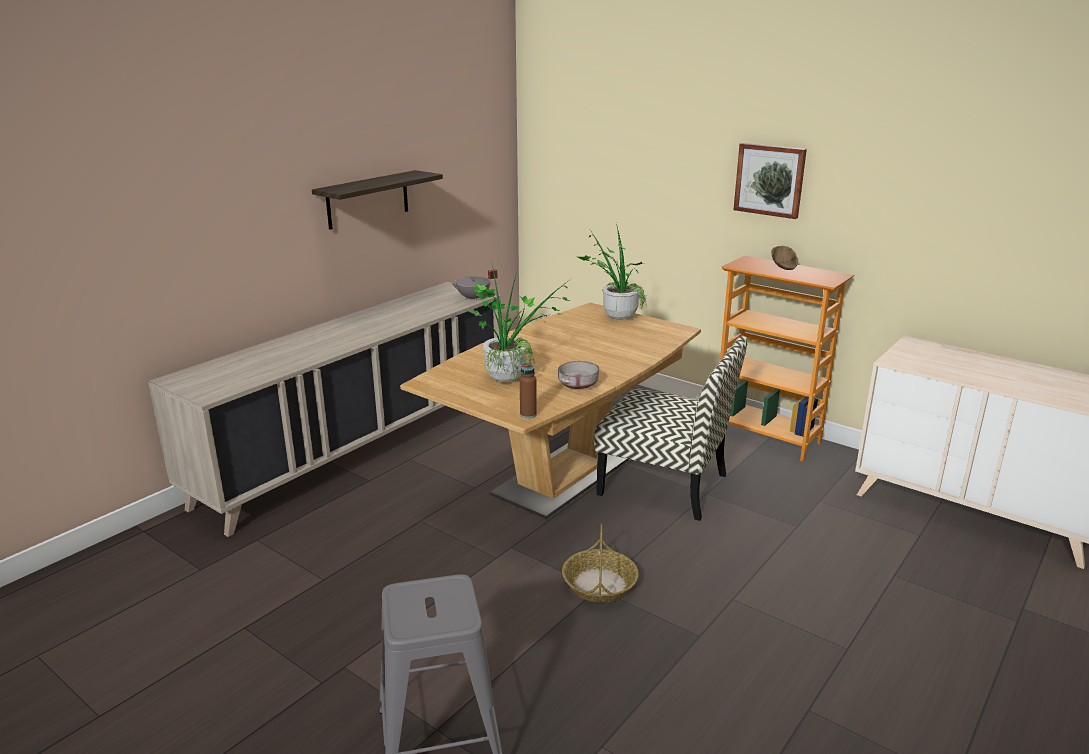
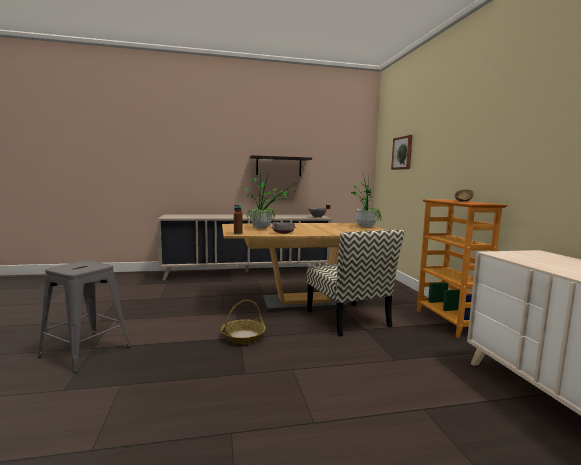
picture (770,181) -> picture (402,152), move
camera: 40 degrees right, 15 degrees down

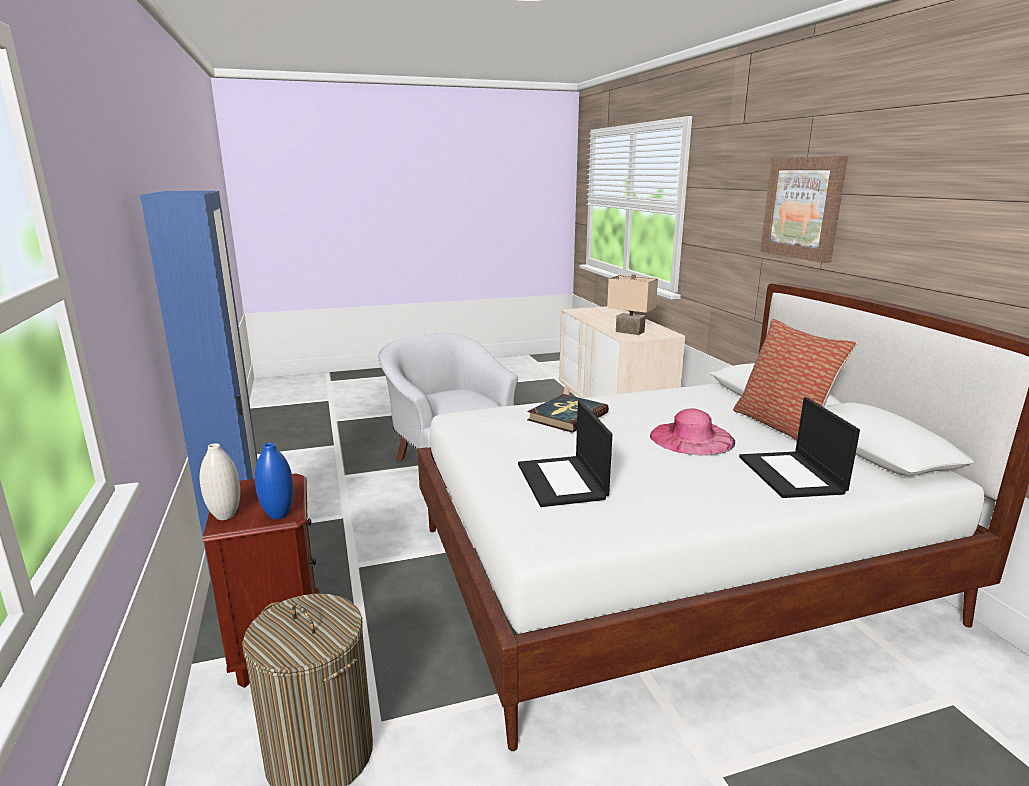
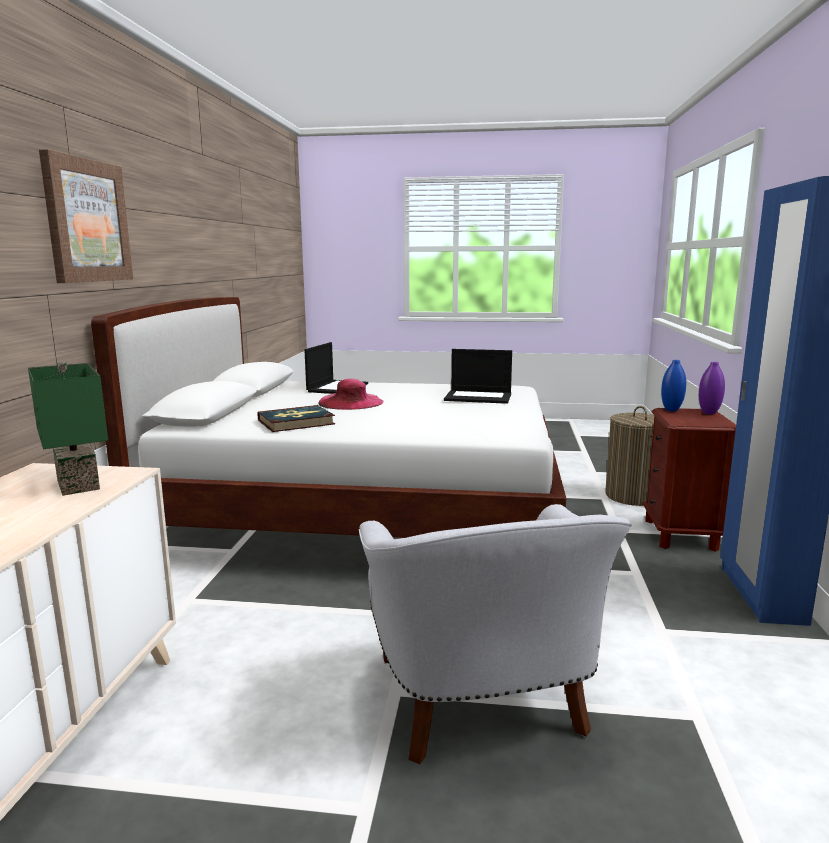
beige-coloured lamp for a table (632,304) -> green lamp for a table (68,429)
pillow (795,379) -> none
volume (568,413) -> volume (296,418), move
notebook computer (565,454) -> notebook computer (478,376), 90 degrees clockwise
white decorative vase (220,481) -> purple-coloured decorative vase (712,388)
camera: 155 degrees left, 5 degrees down

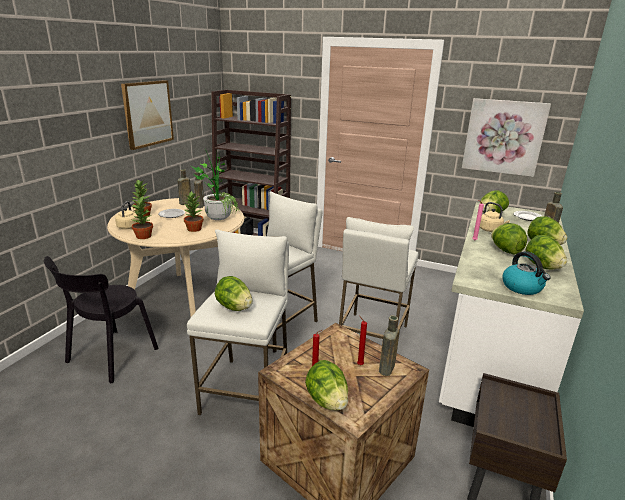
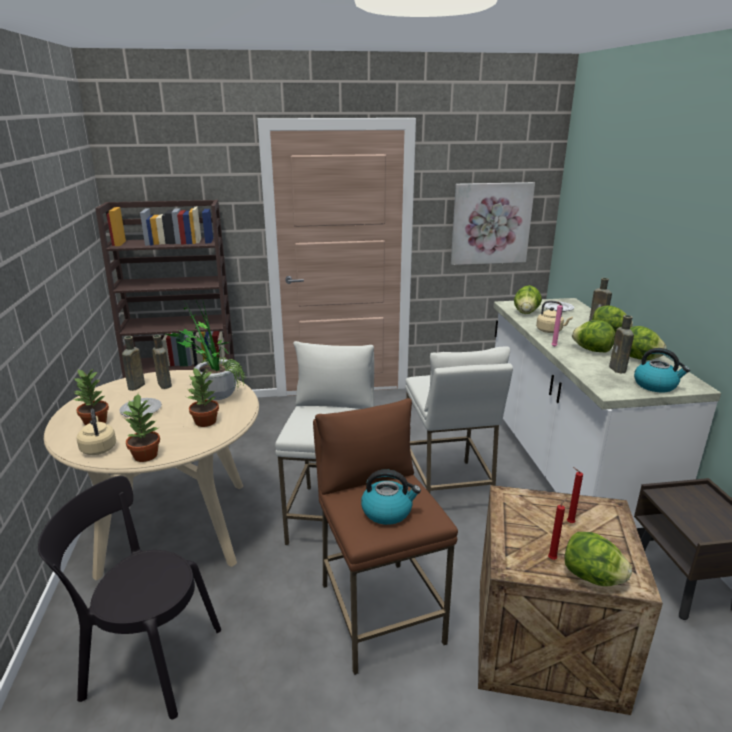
picture (147,115) -> none
white stool (238,322) -> brownish stool (385,536)
black plain chair (101,319) -> black plain chair (129,597), 105 degrees clockwise
lettuce head (234,293) -> tea kettle (391,497)
brownish drink bottle (389,345) -> brownish drink bottle (621,344), move
camera: 30 degrees left, 0 degrees up

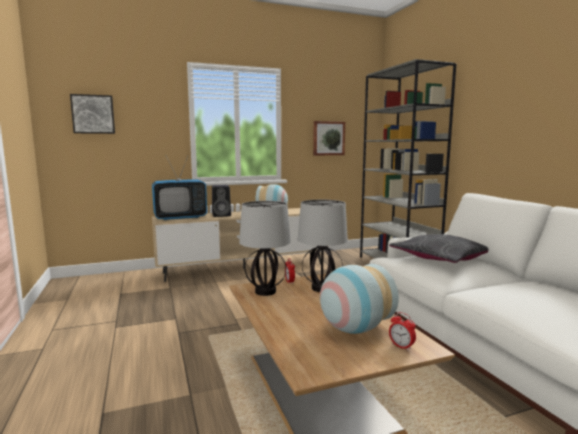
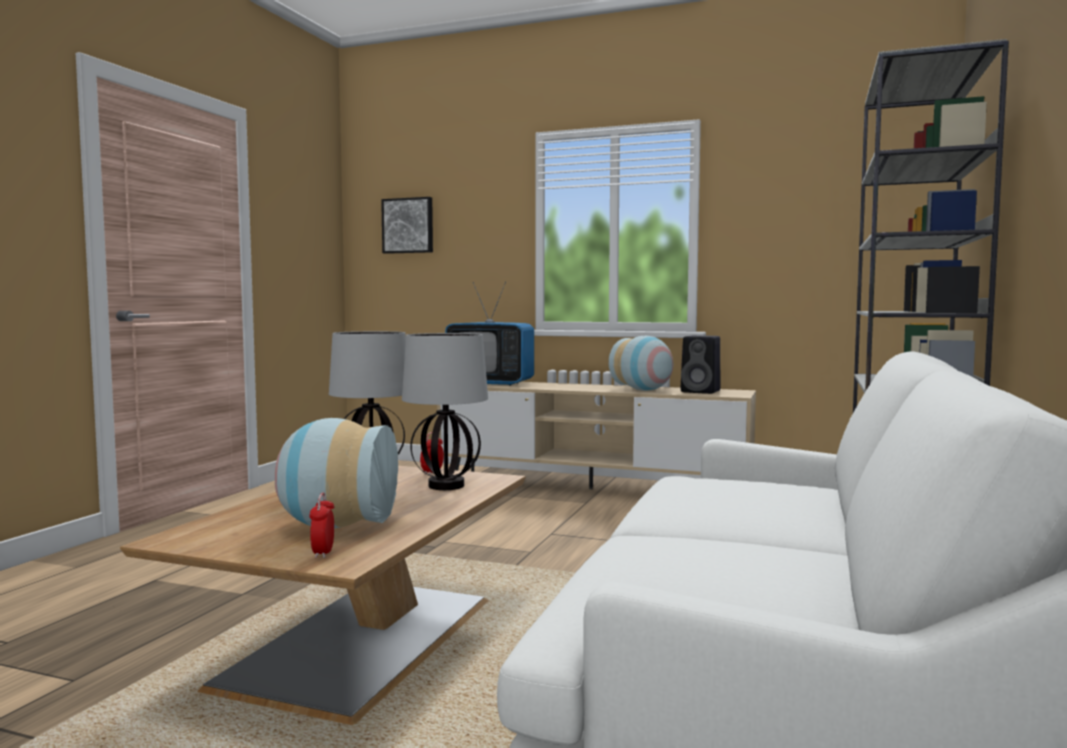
picture (329,138) -> none
black loudspeaker (221,201) -> black loudspeaker (700,364), move
greyish pillow (438,248) -> none
camera: 40 degrees right, 5 degrees down

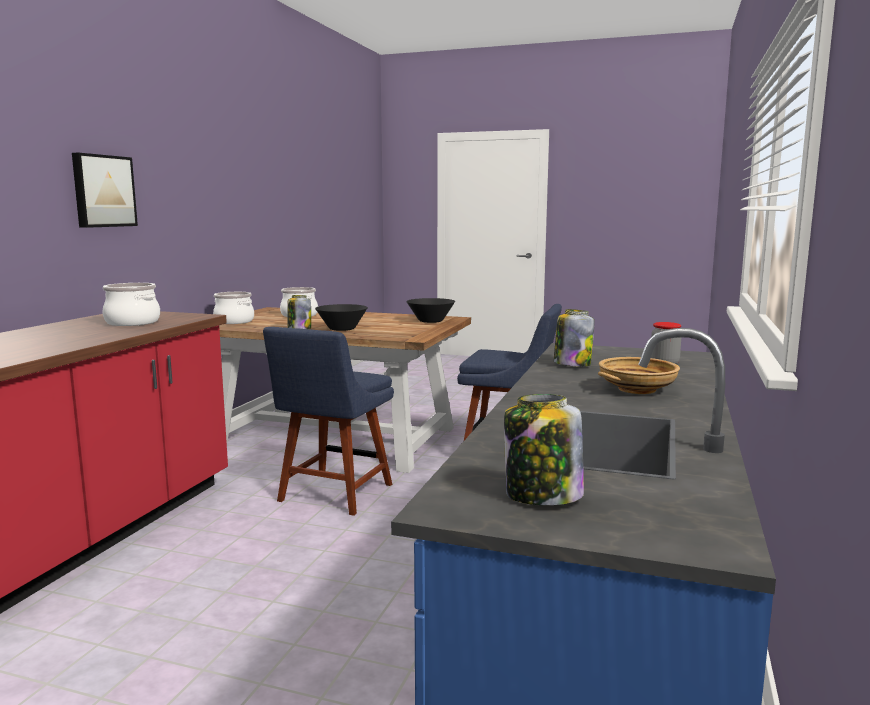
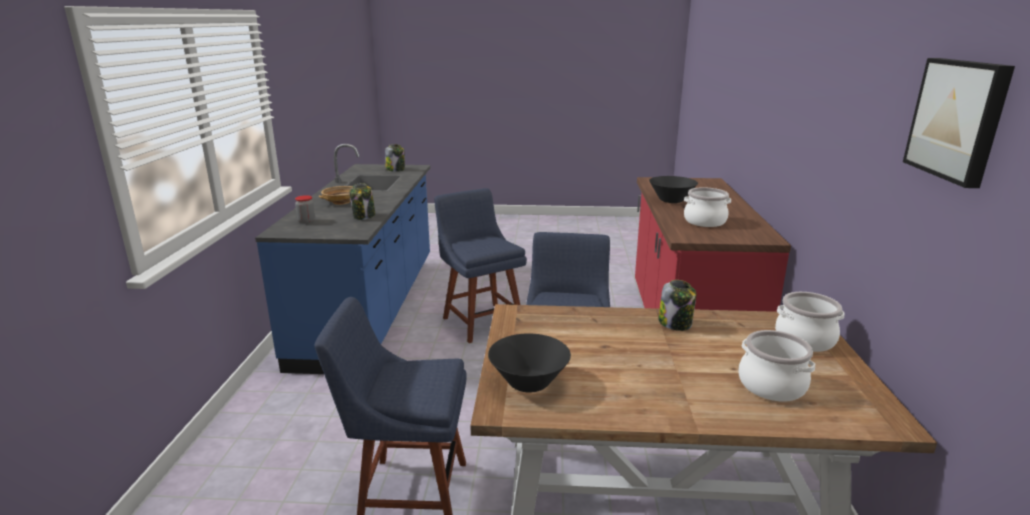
picture (105,190) -> picture (959,123), move
black bowl (341,317) -> black bowl (673,189), move
none -> blue-coloured plain chair (480,265)
camera: 165 degrees right, 10 degrees up

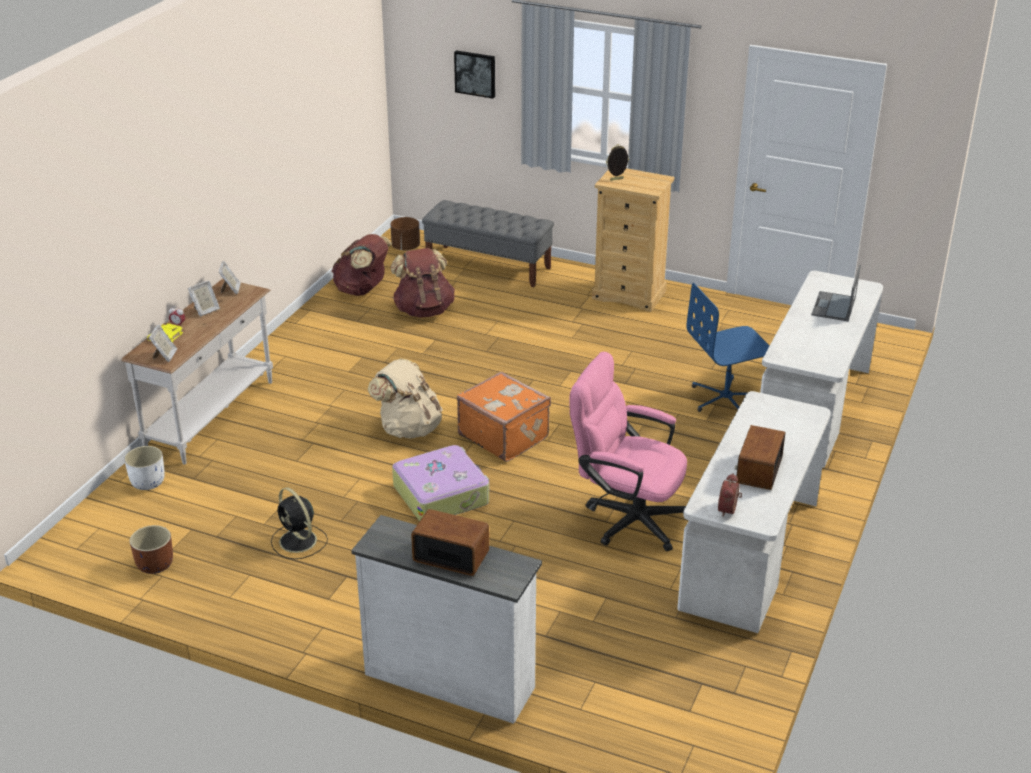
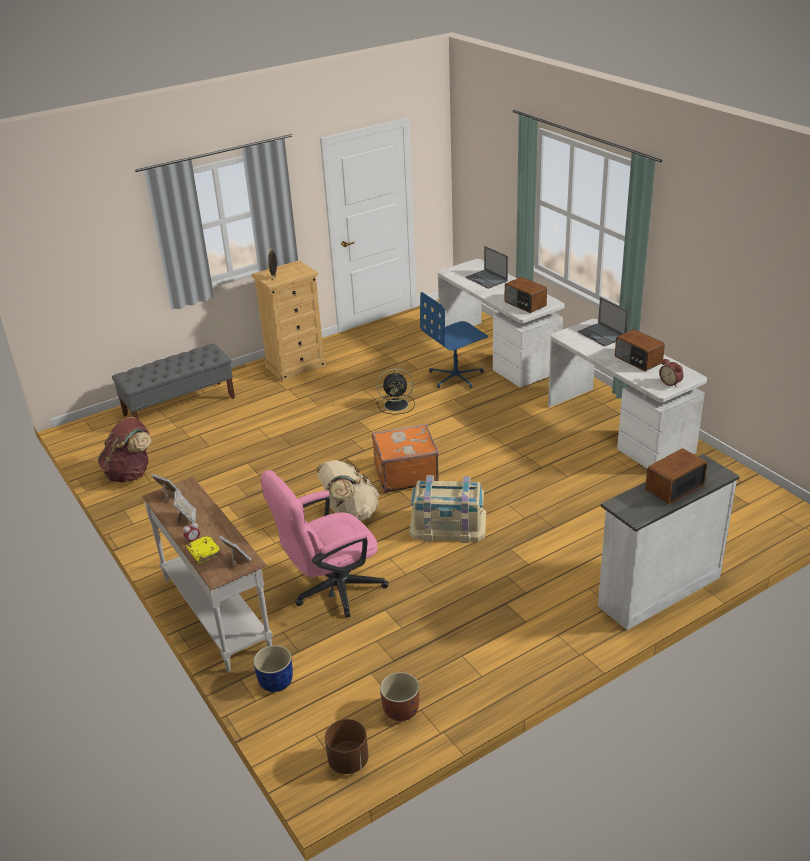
picture (474,74) -> none
brownish planter (405,234) -> brownish planter (346,746), move
brownish knapsack (423,283) -> none
blue-coloured computer chair (727,347) -> blue-coloured computer chair (454,340), 45 degrees clockwise
pink-coloured computer chair (628,451) -> pink-coloured computer chair (325,544), move
suitcase (440,483) -> beige-coloured storage bin (447,509)
white planter (144,468) -> blue-coloured planter (273,668)
black cooling fan (299,523) -> black cooling fan (396,391), move
none -> radio (526,295)
none -> notebook computer (603,321)
camera: 55 degrees left, 0 degrees up

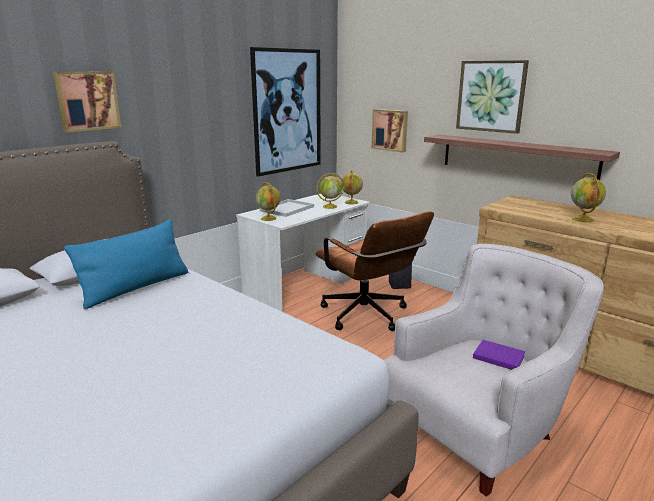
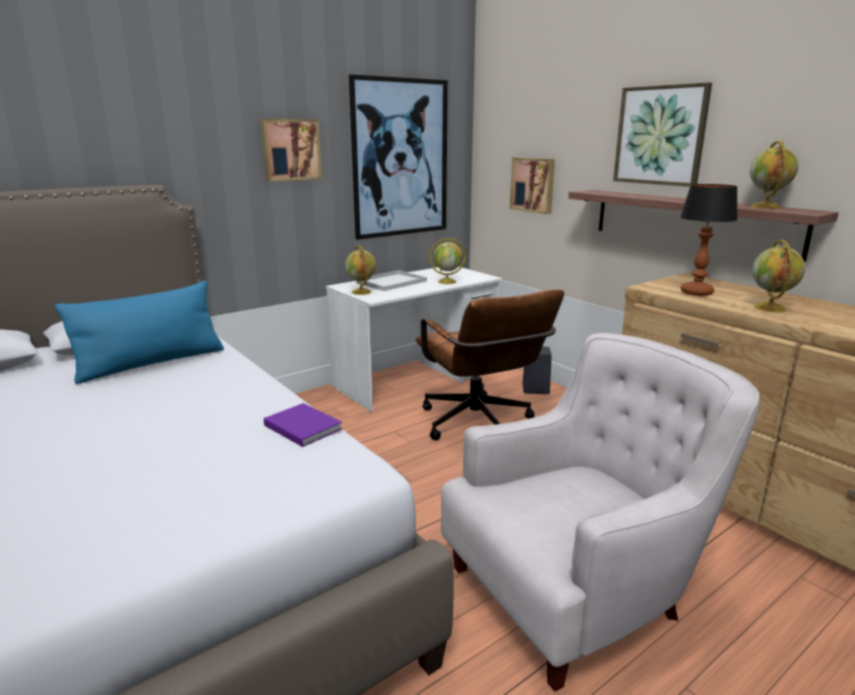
picture (87,102) -> picture (291,150), move
desk globe (352,187) -> desk globe (774,175), move
purple-coloured volume (499,355) -> purple-coloured volume (303,425), move
none -> lamp for a table (709,240)
camera: 10 degrees right, 0 degrees up

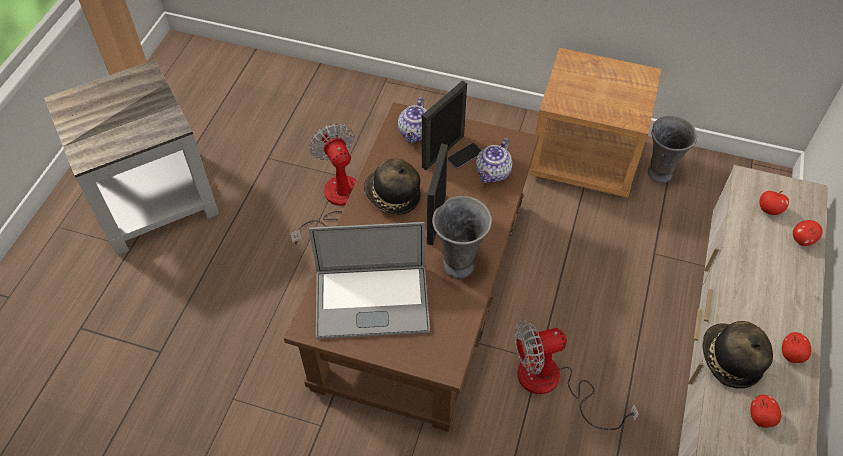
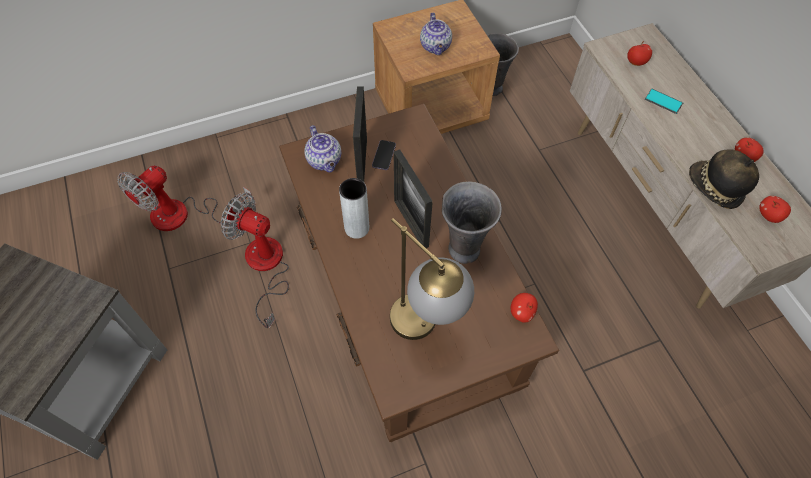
tea pot (494,160) -> tea pot (436,33), move
clothing hat (392,186) -> greyish decorative vase (354,208)
whole apple (807,233) -> whole apple (524,308), move
notebook computer (369,280) -> lamp for a table (432,279)
cooling fan (576,374) -> cooling fan (184,198), move
none -> handset (664,101)
camera: 40 degrees left, 5 degrees up

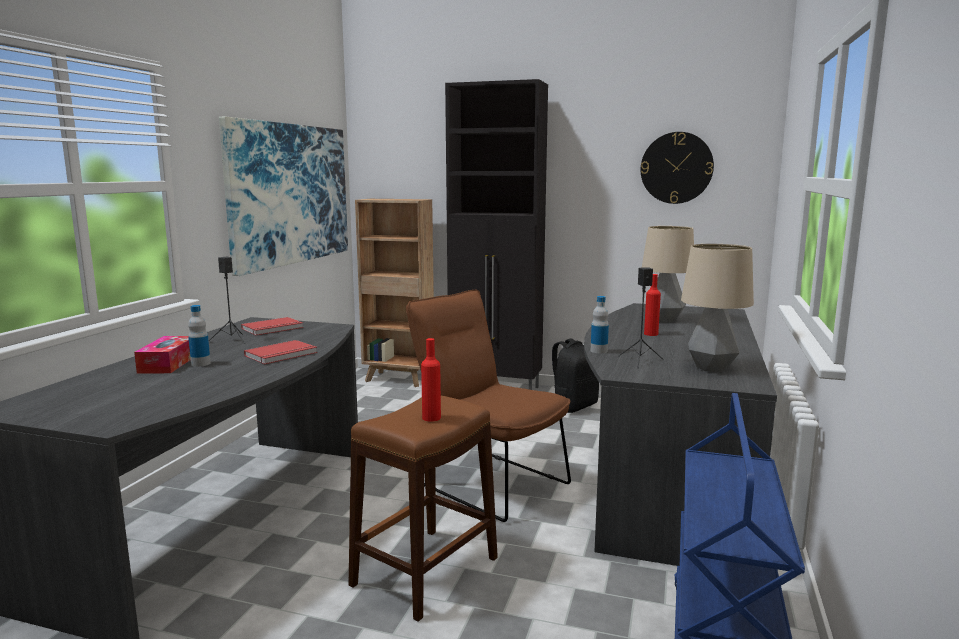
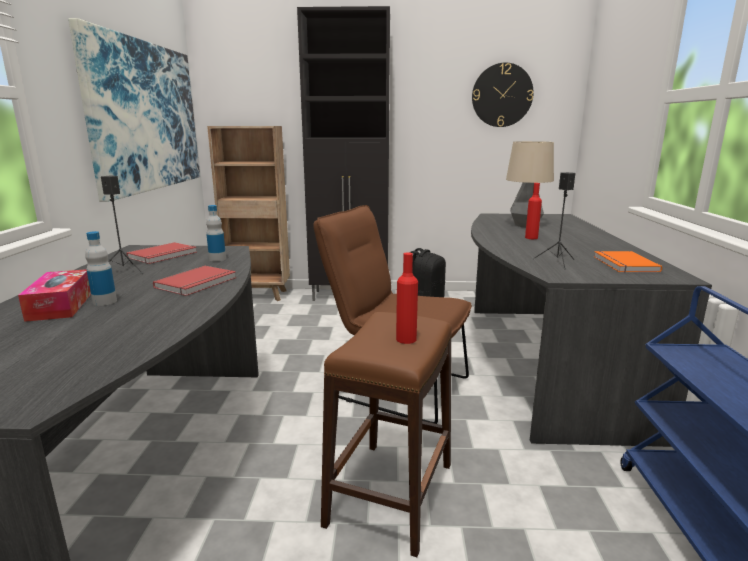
lamp for a table (717,308) -> orange-coloured volume (628,262)
drink bottle (600,324) -> drink bottle (216,233), move
camera: 15 degrees left, 5 degrees up

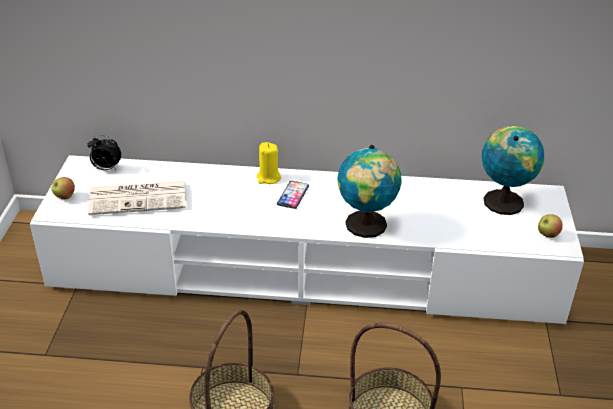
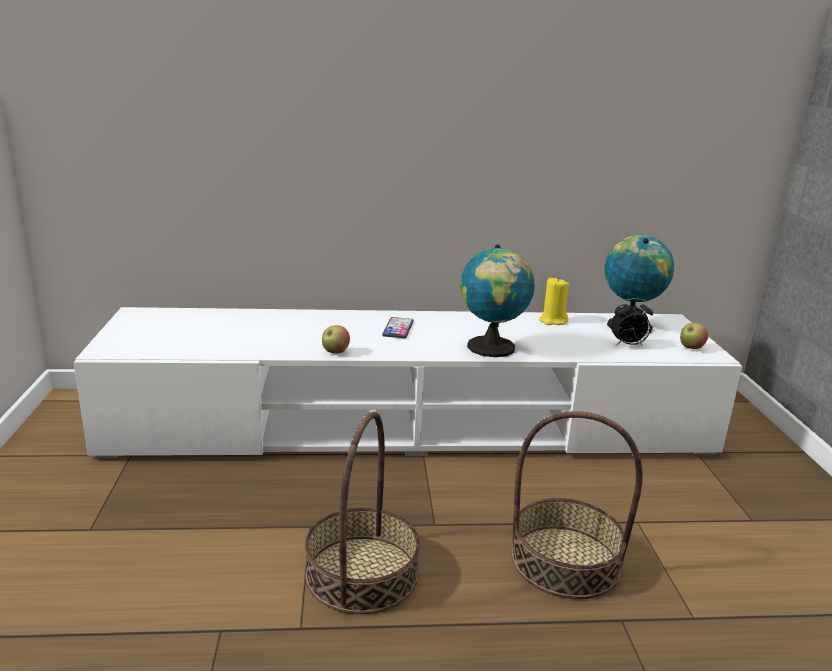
bedside clock (104,153) -> bedside clock (632,321), move
yellow candle (268,163) -> yellow candle (554,301), move
whole apple (63,188) -> whole apple (336,339), move
daily paper (137,198) -> none
camera: 10 degrees left, 15 degrees down

